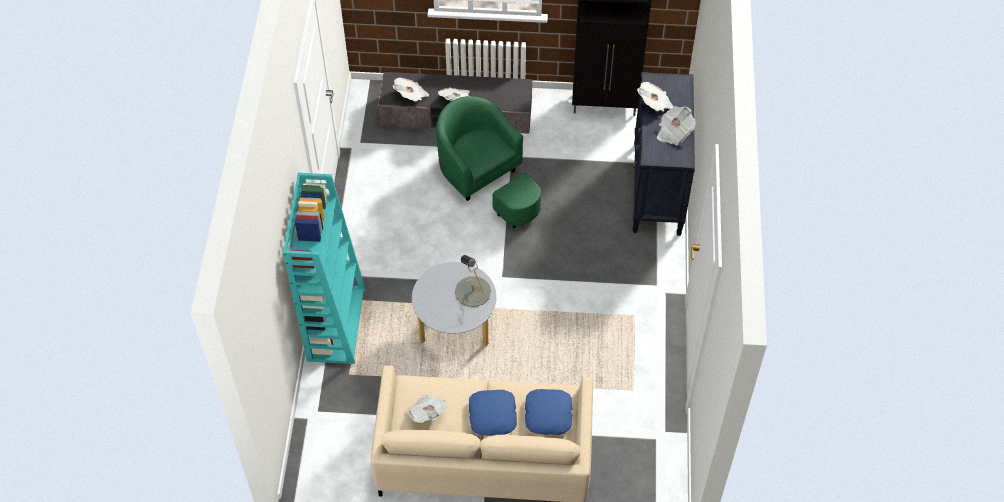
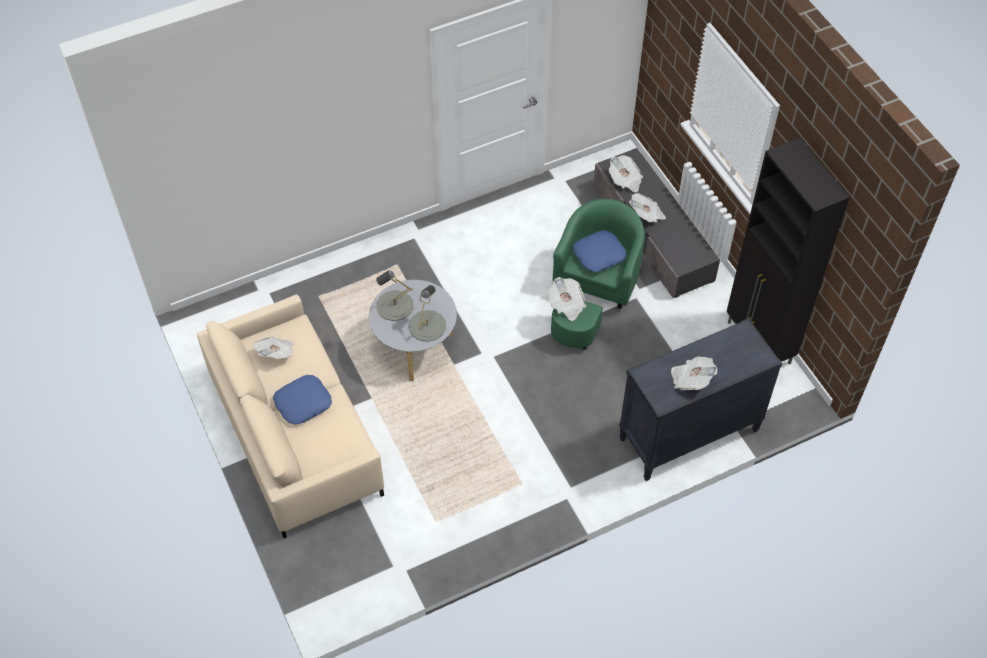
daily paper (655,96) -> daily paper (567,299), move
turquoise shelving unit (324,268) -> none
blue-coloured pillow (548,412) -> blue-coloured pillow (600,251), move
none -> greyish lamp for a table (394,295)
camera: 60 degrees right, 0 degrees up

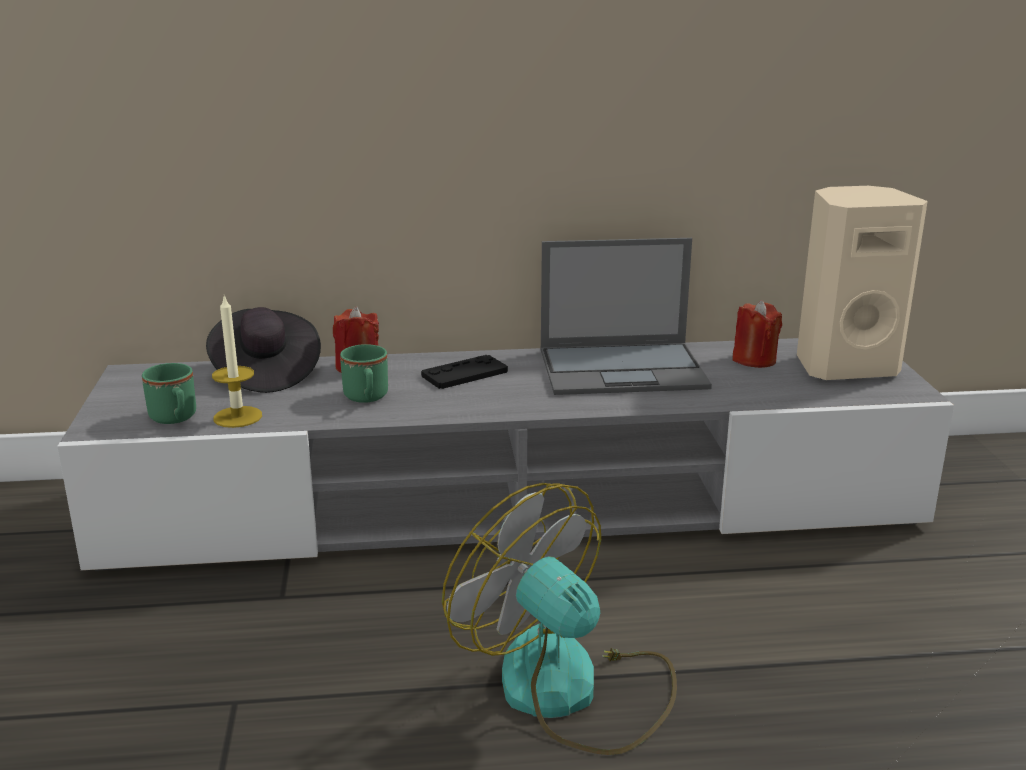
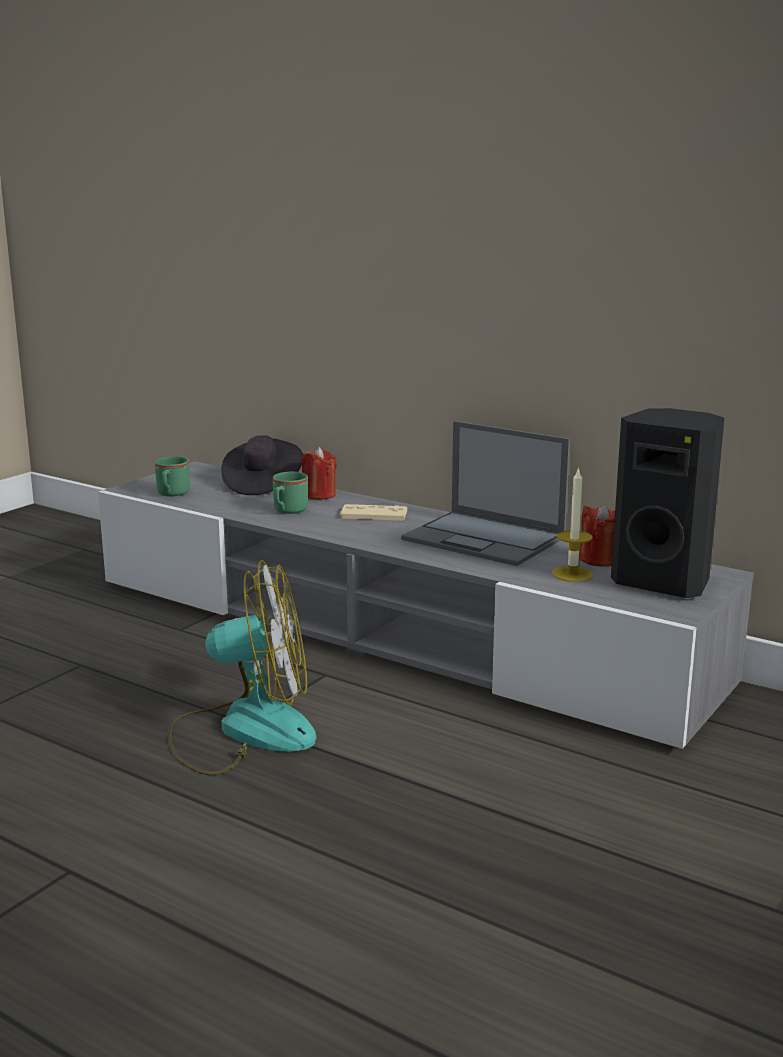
beige-coloured loudspeaker (862,283) -> black loudspeaker (668,503)
candle (237,361) -> candle (572,524), move
black game controller (464,372) -> beige-coloured game controller (373,512)
cooling fan (559,619) -> cooling fan (241,667), 90 degrees clockwise
camera: 40 degrees right, 5 degrees down

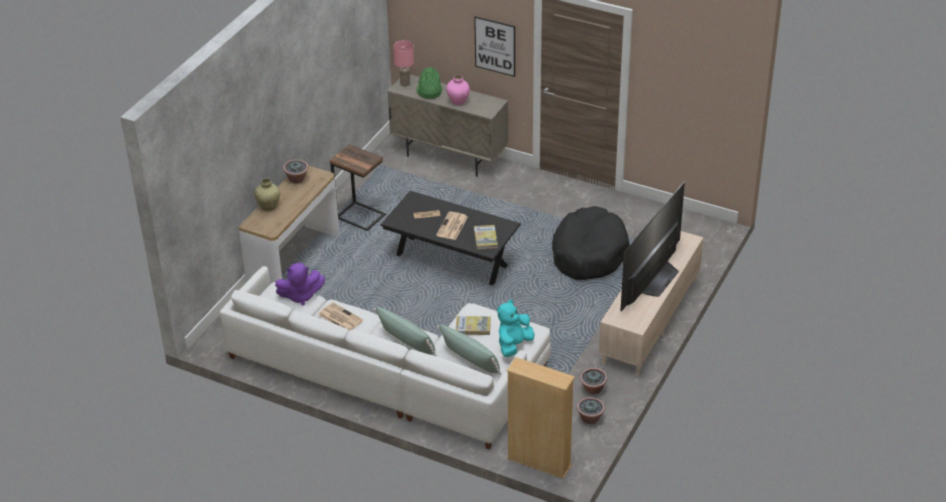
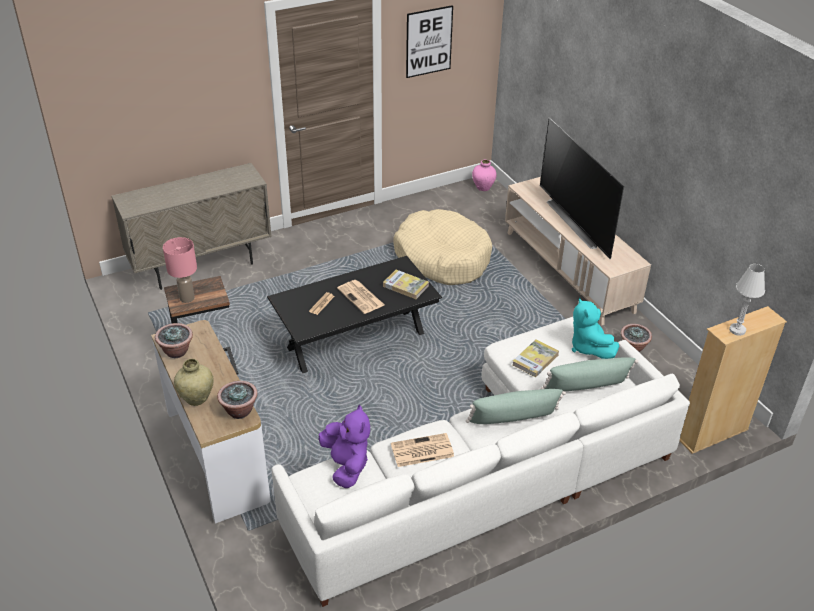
picture (494,46) -> picture (429,41), move
pink-coloured lamp for a table (403,63) -> pink-coloured lamp for a table (180,270), move
green clothing hat (429,83) -> none
pink-coloured decorative vase (458,90) -> pink-coloured decorative vase (484,175), move
black dog bed (591,243) -> beige-coloured dog bed (442,247)
purple-coloured plush toy (300,284) -> purple-coloured plush toy (344,446), 45 degrees counterclockwise
houseplant (591,410) -> houseplant (237,400), move
none -> white lamp for a table (747,300)
camera: 55 degrees left, 0 degrees up

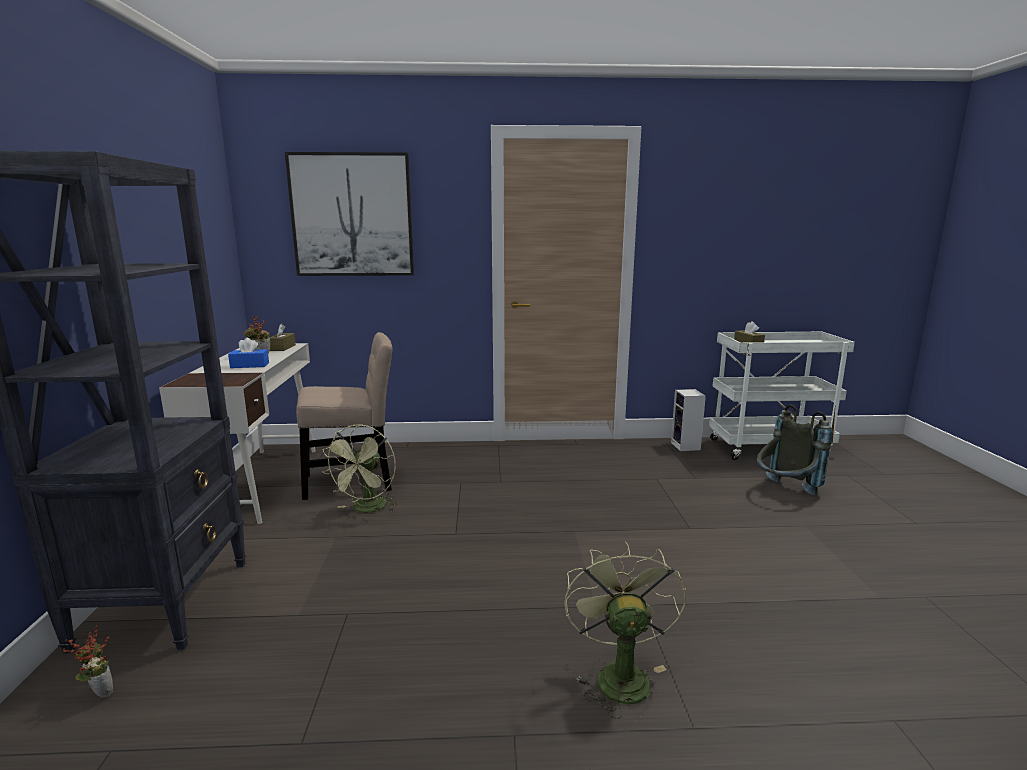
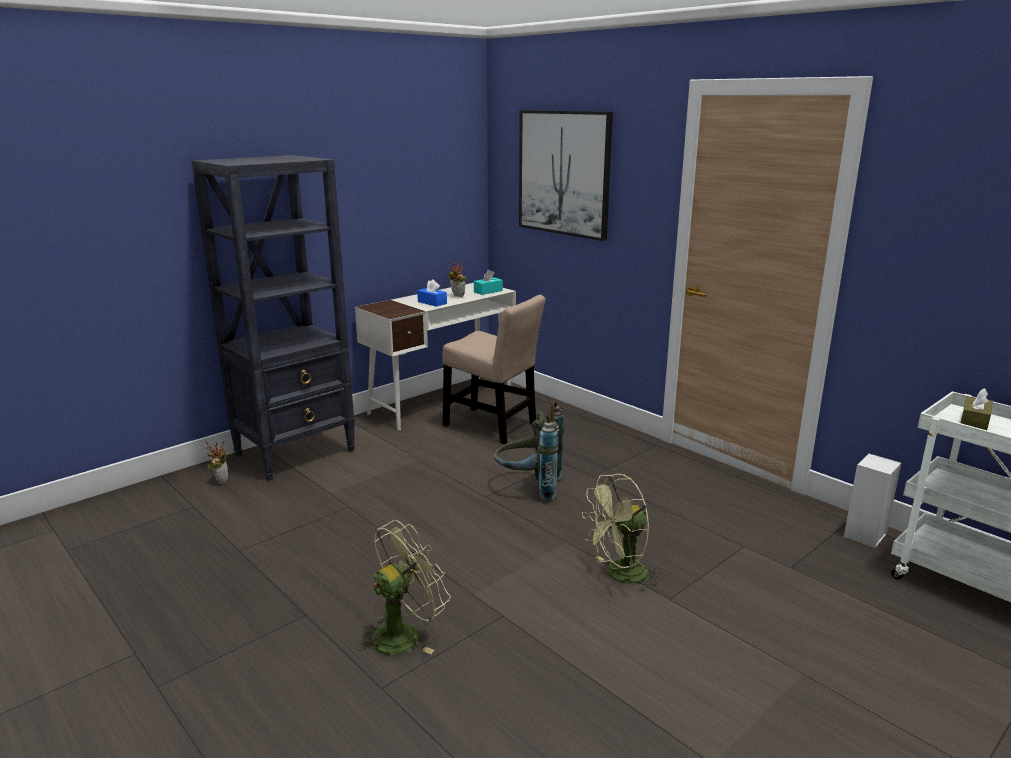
brownish tissue box (282,337) -> turquoise tissue box (488,282)
greyish knapsack (794,450) -> greyish knapsack (529,451), move
green cooling fan (360,468) -> green cooling fan (621,533), move
camera: 50 degrees right, 5 degrees up

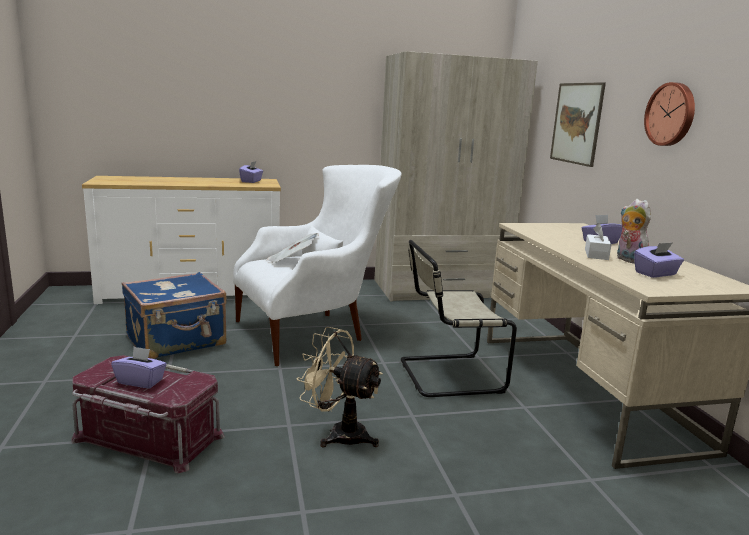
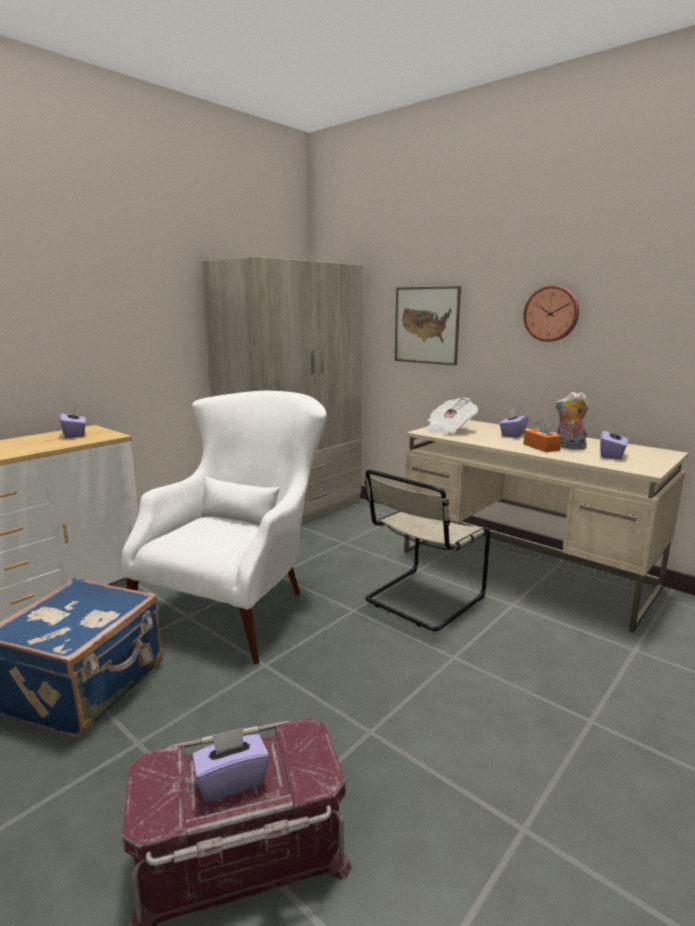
white tissue box (598,241) -> orange-coloured tissue box (543,435)
daily paper (293,248) -> daily paper (451,416), move
beige-coloured cooling fan (340,387) -> none
camera: 35 degrees left, 0 degrees up

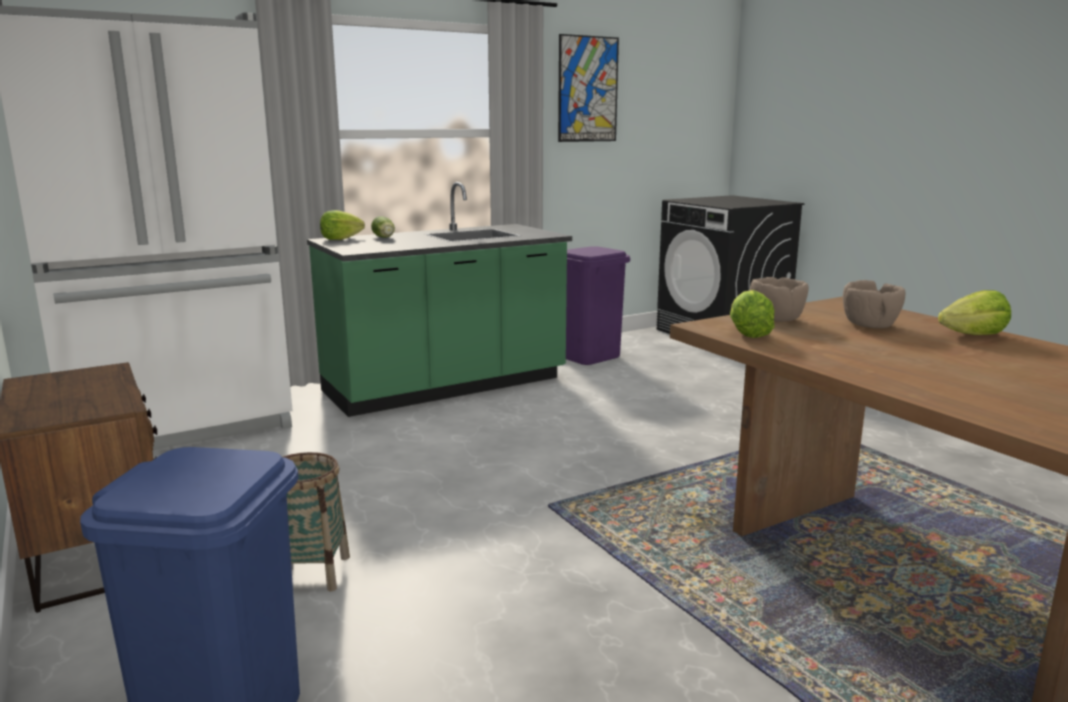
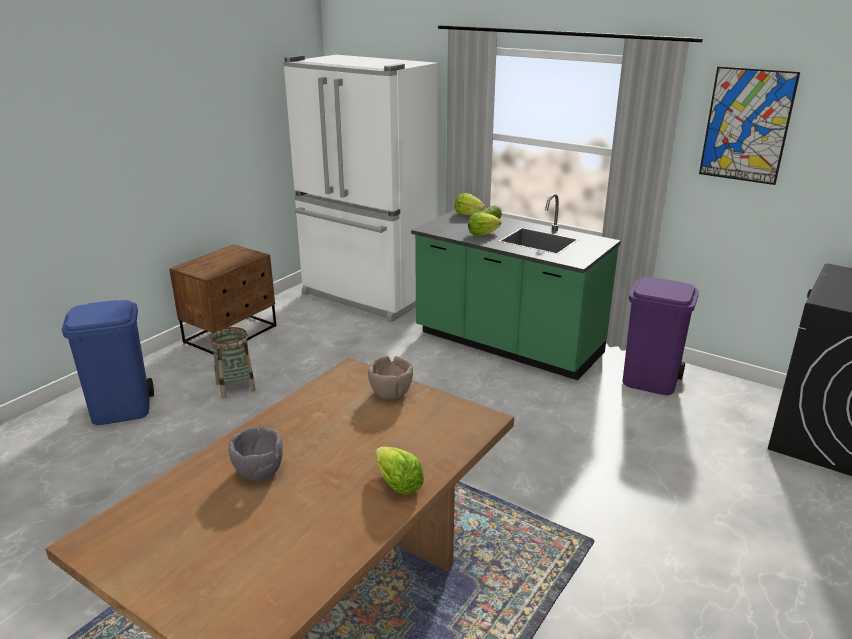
brownish bowl (874,304) -> none
lettuce head (752,314) -> lettuce head (484,224), move
none -> greyish bowl (256,454)
camera: 65 degrees right, 10 degrees up

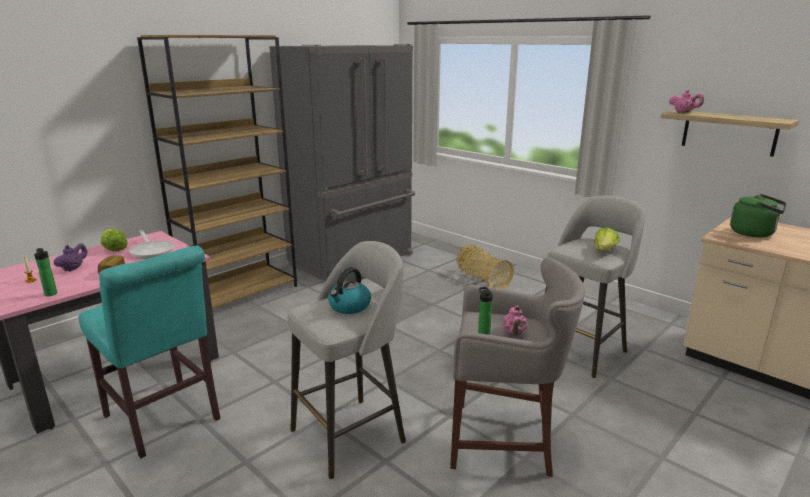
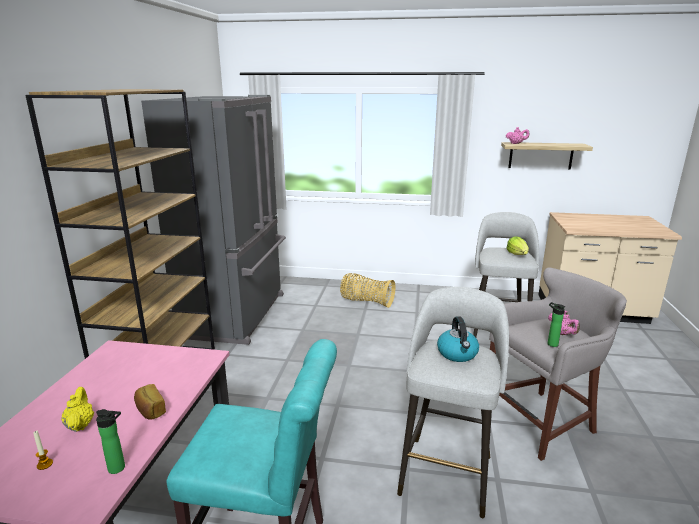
green tea kettle (758,215) -> none
lettuce head (114,240) -> none
frying pan (152,244) -> none
purple-coloured tea pot (70,257) -> yellow tea pot (77,409)
camera: 35 degrees left, 0 degrees up

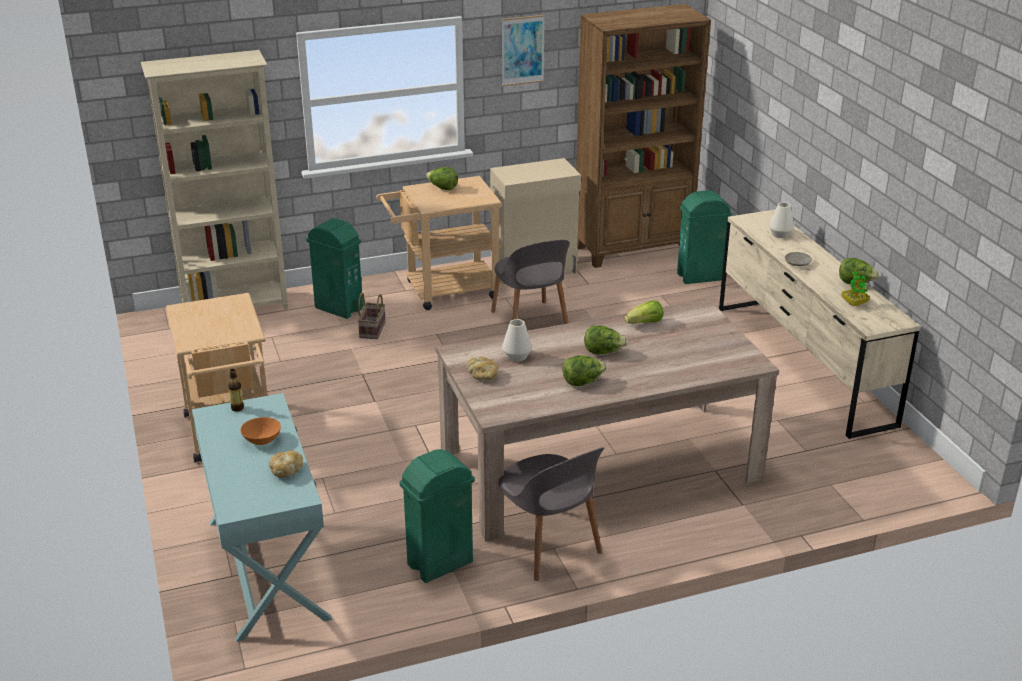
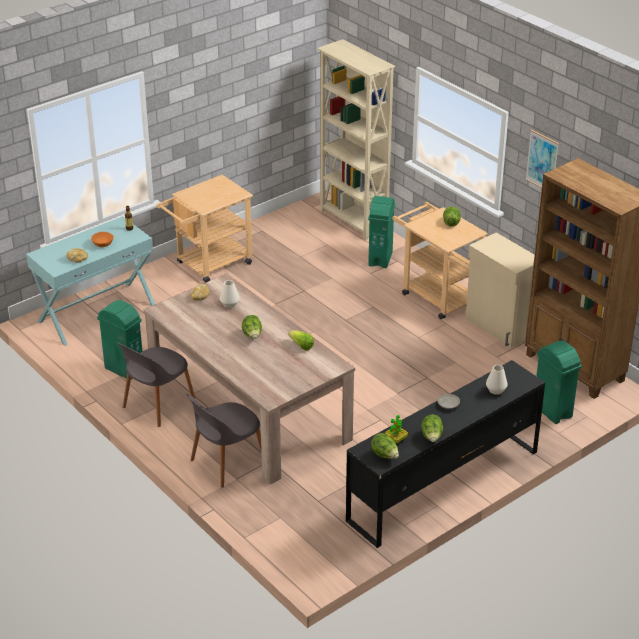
beige-coloured chest of drawers (819,324) -> black chest of drawers (445,454)
greyish plain chair (530,282) -> greyish plain chair (223,441), move
storage basket (372,316) -> none
lettuce head (585,370) -> lettuce head (385,446), move
camera: 70 degrees right, 5 degrees up

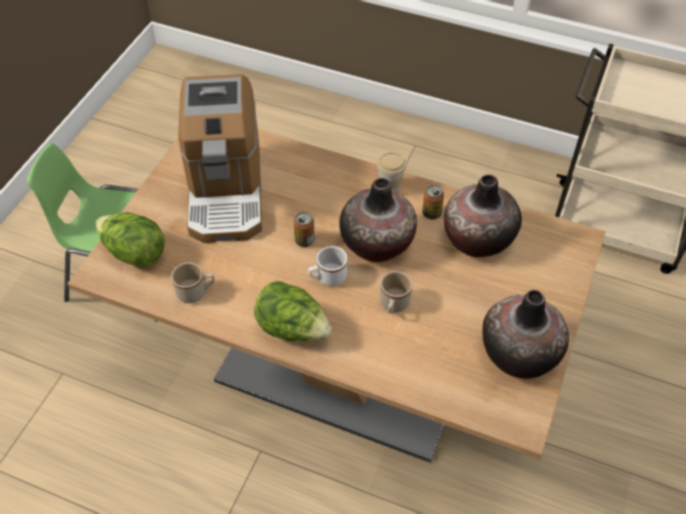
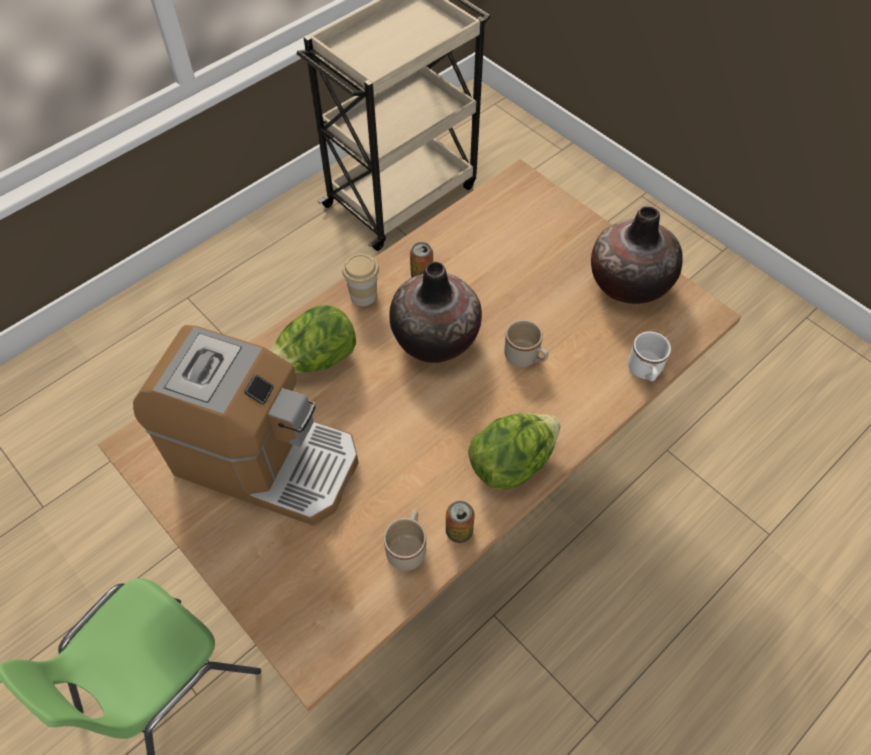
decorative vase (483,215) -> none
sealed can (304,229) -> sealed can (460,522), move
lettuce head (130,240) -> lettuce head (313,339), move
white tea mug (327,266) -> white tea mug (649,356), move
camera: 65 degrees left, 5 degrees up

